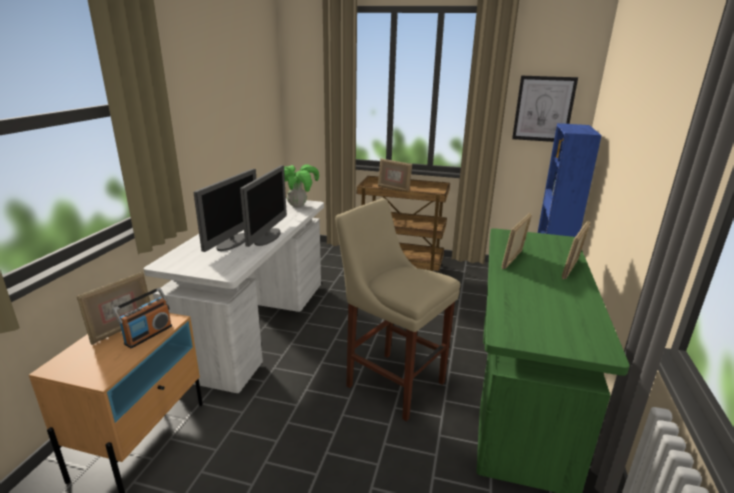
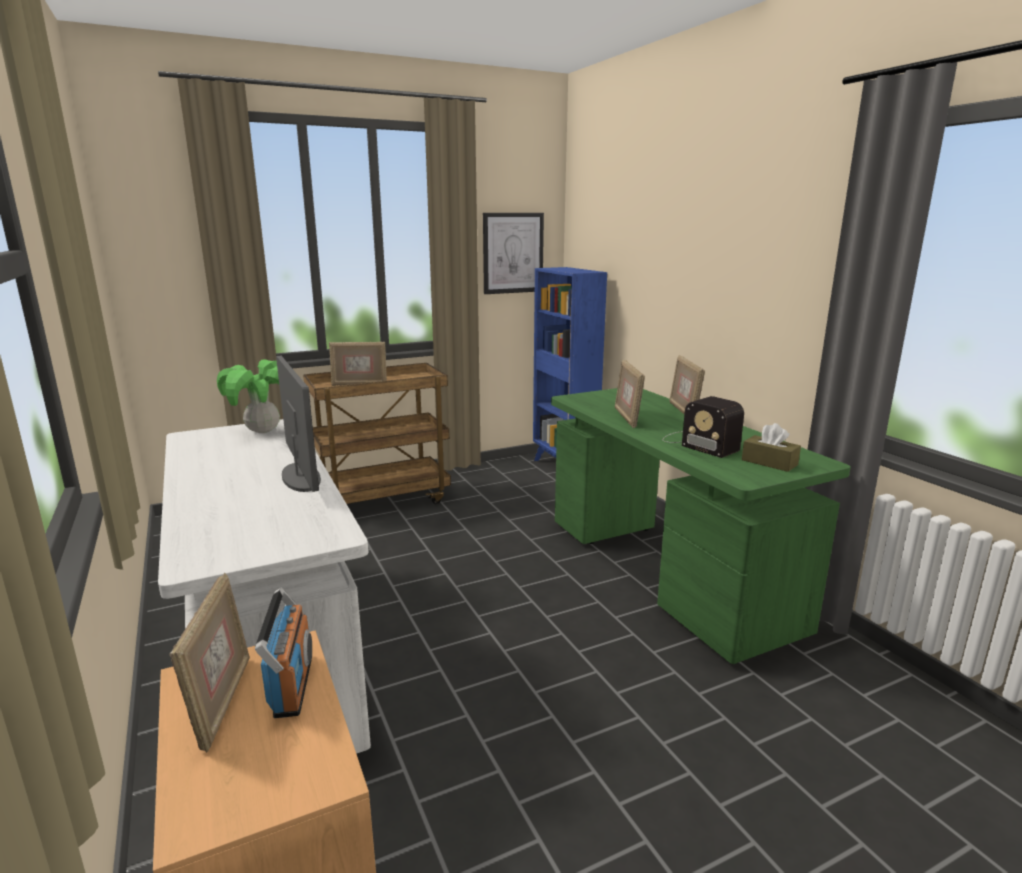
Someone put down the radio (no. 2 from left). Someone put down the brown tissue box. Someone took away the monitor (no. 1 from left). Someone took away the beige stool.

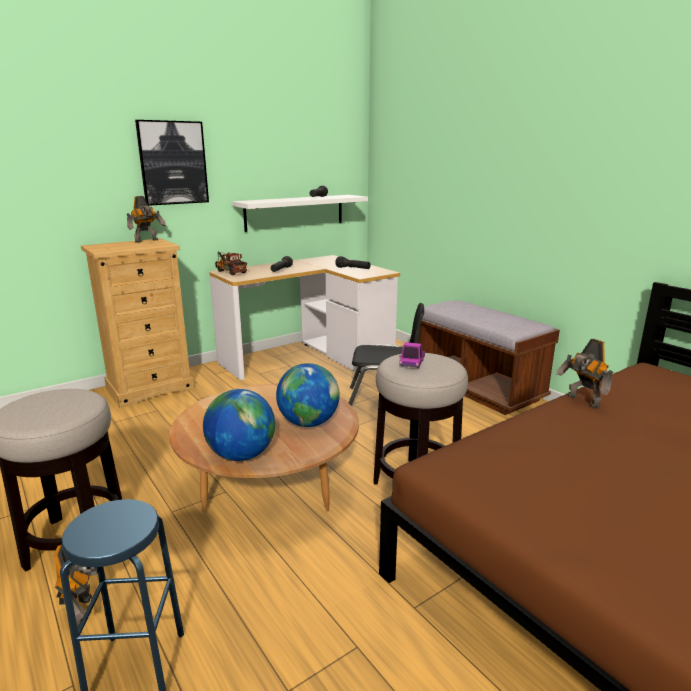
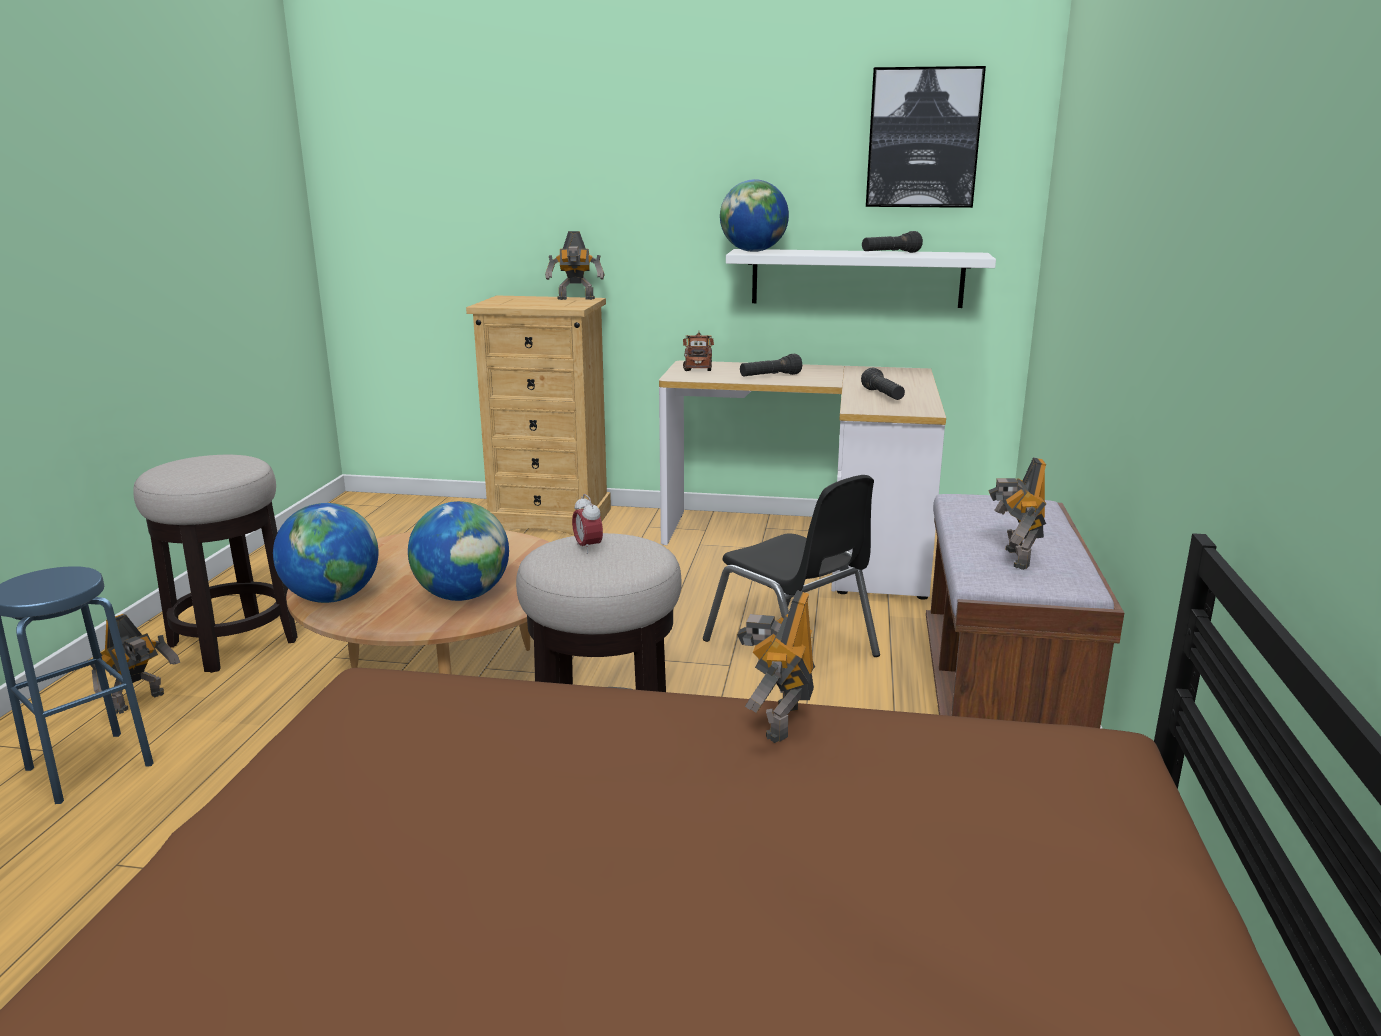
Someone swapped the toy truck (no. 2 from left) for the alarm clock. Someone put down the globe (no. 3 from left). Someone carried the picture. Someone put down the toy robot (no. 4 from left).

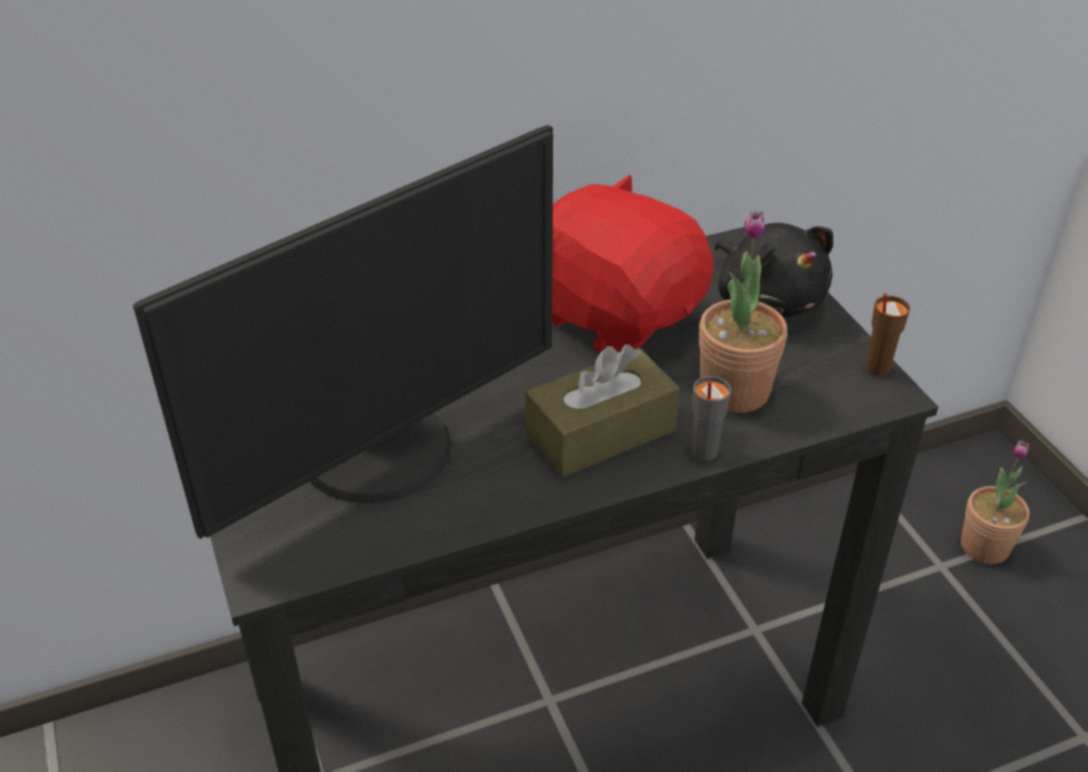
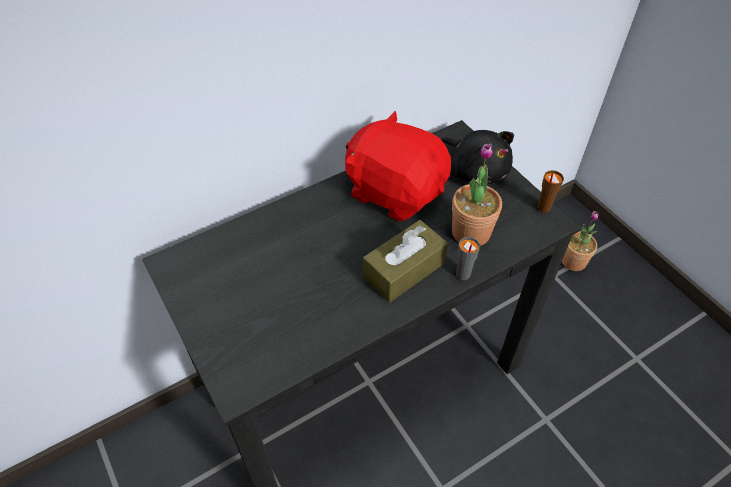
Someone took away the monitor.

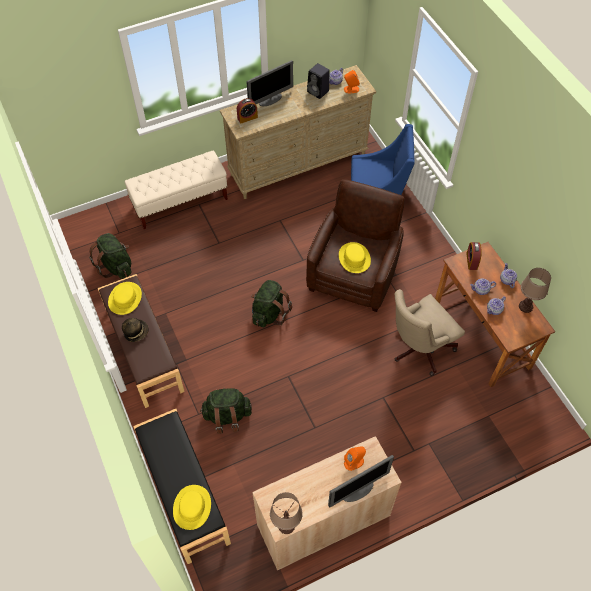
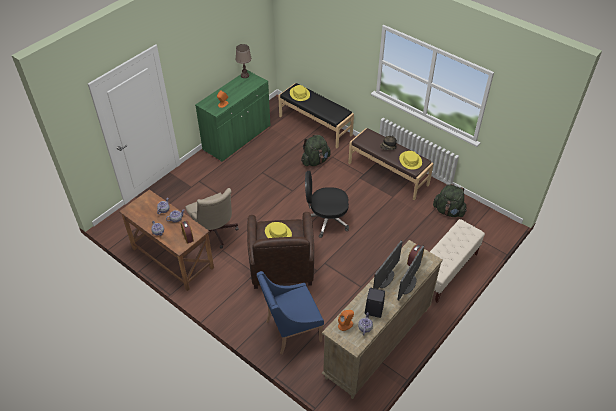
Someone rotated the beige office chair by 120 degrees clockwise. Someone repainted the beige cabinet, which became the green cabinet. Someone swapped the green backpack (no. 3 from left) for the black office chair. Someone carried the monitor (no. 2 from left in the first image). Someone took away the brown table lamp (no. 2 from left).

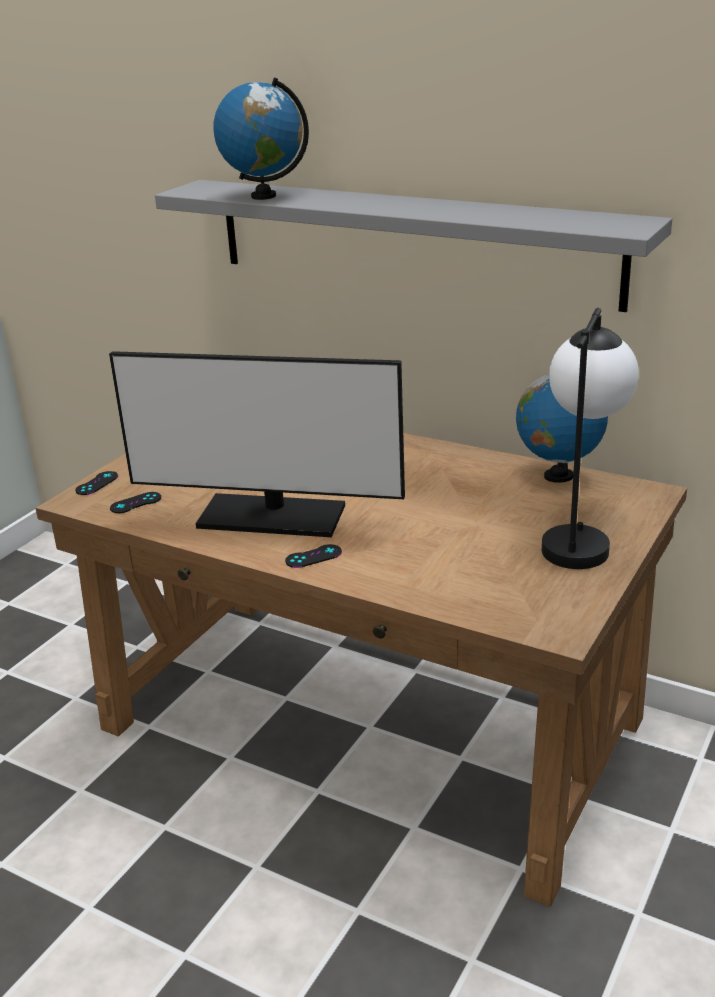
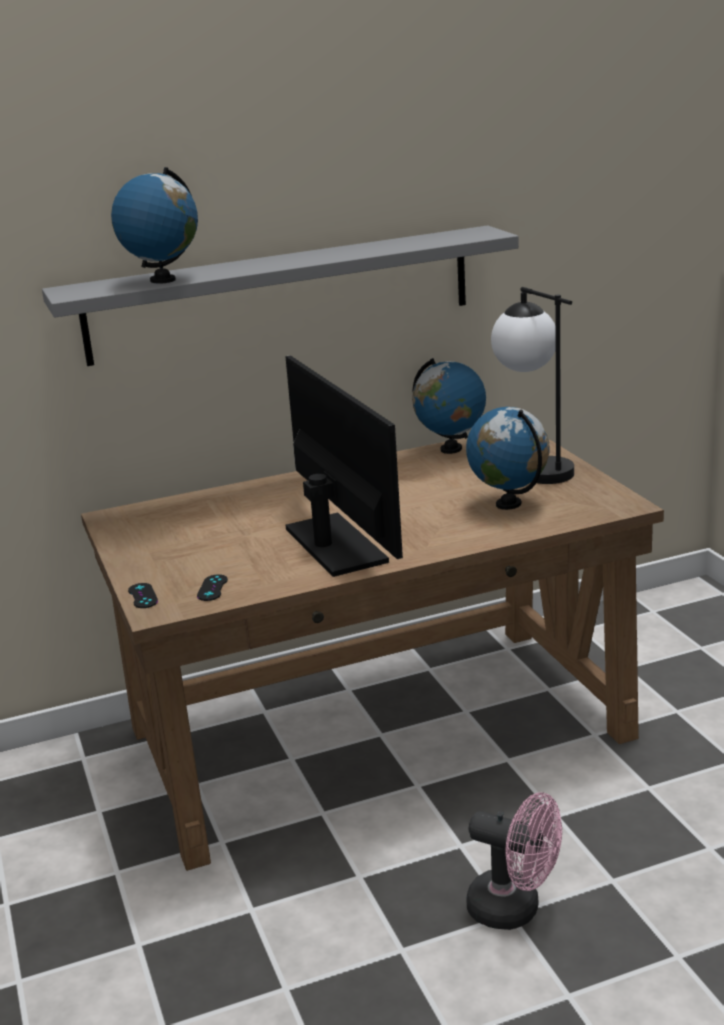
Someone rotated the monitor by 75 degrees counterclockwise. Someone put down the globe (no. 3 from left). Someone put down the pink fan. Someone took away the black game controller (no. 3 from left).

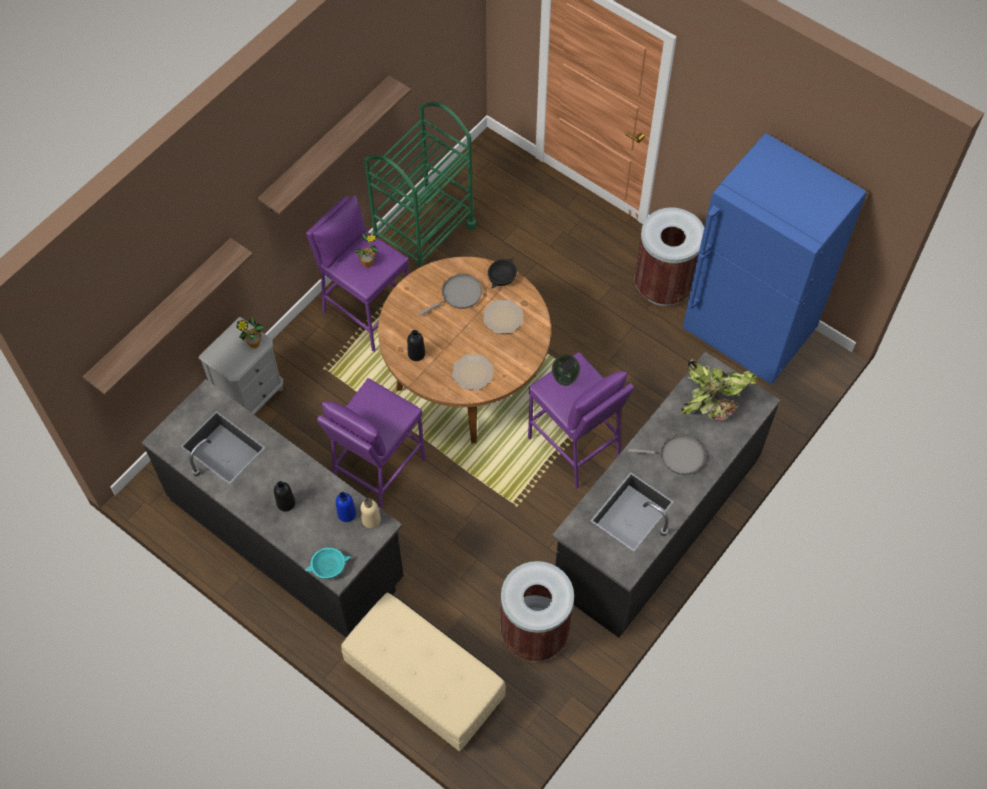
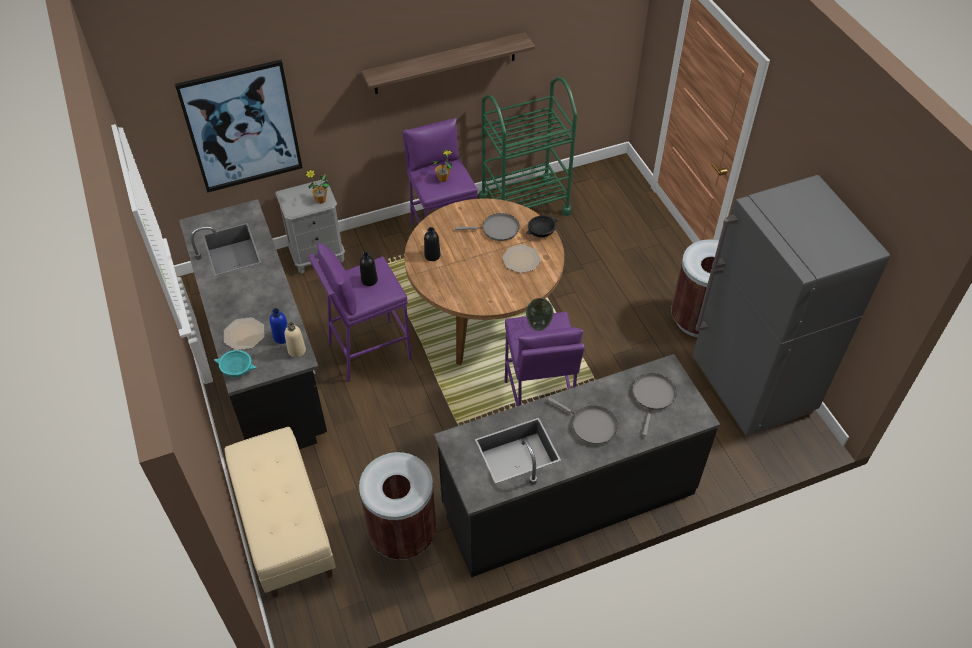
Someone swapped the shelf (no. 1 from left) for the picture. Someone carried the plate (no. 1 from left). Someone carried the black bottle (no. 1 from left). Someone swapped the potted plant (no. 3 from left) for the grey frying pan (no. 3 from left). Someone repainted the blue fridge, which became the grey fridge.

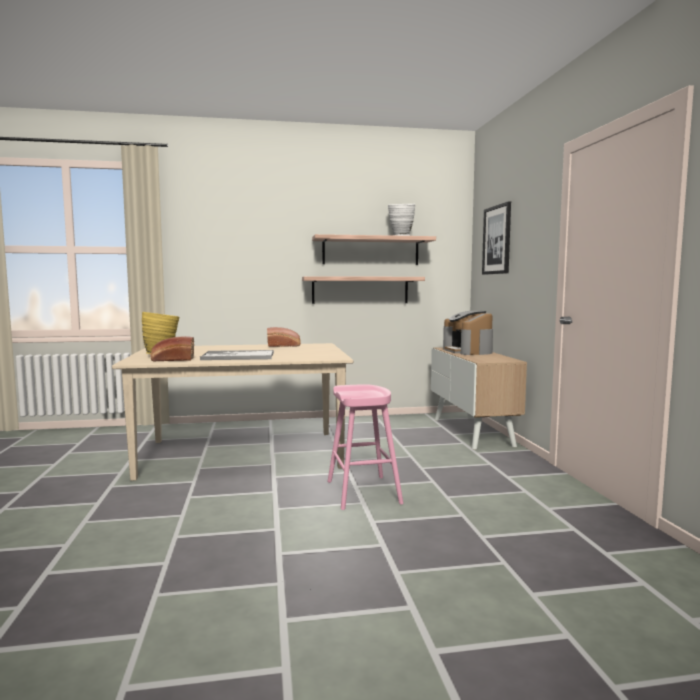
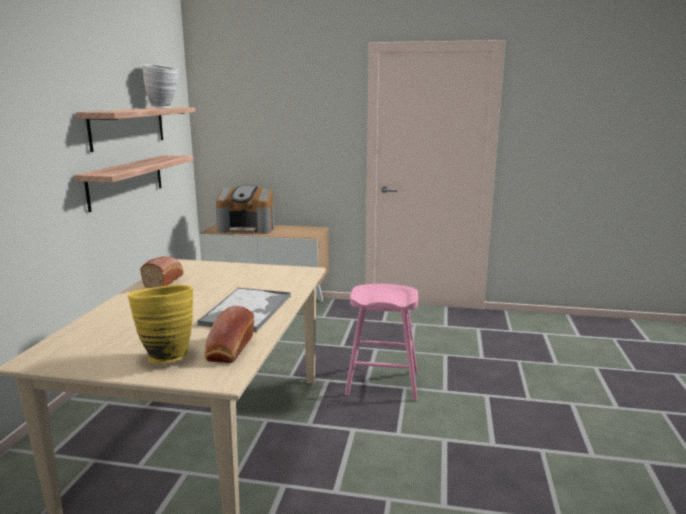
Someone took away the picture.

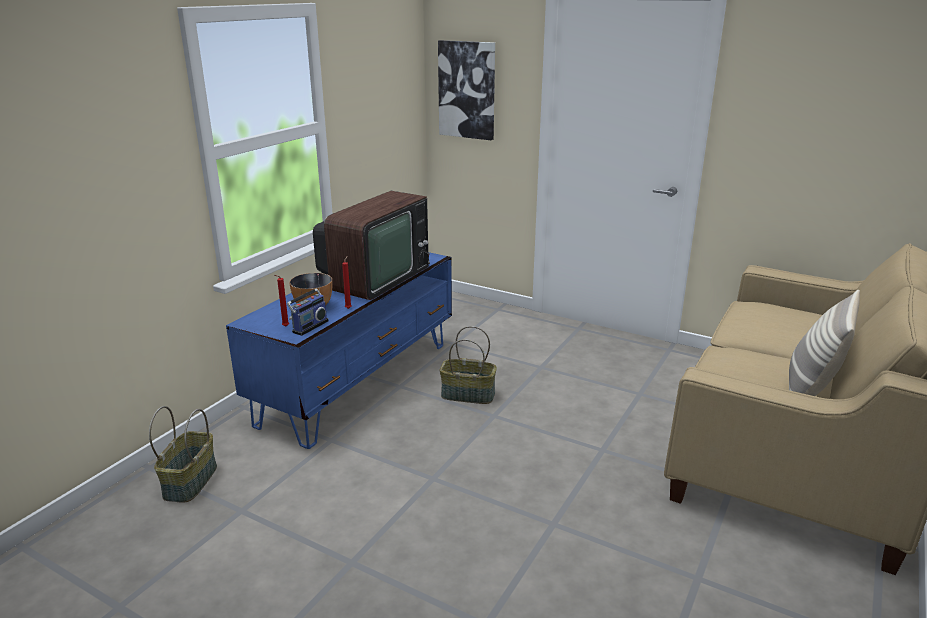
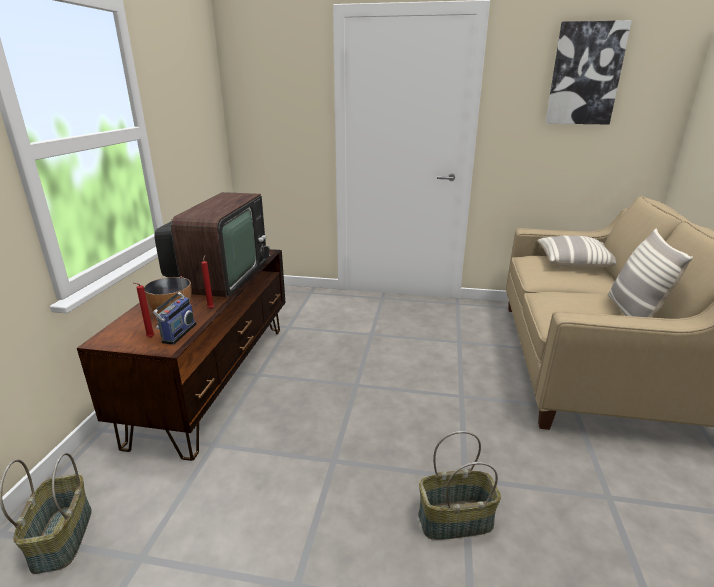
Someone repainted the blue tv stand, which became the brown tv stand. Someone carried the basket (no. 2 from left). Someone put down the pillow (no. 1 from left). Someone carried the picture.

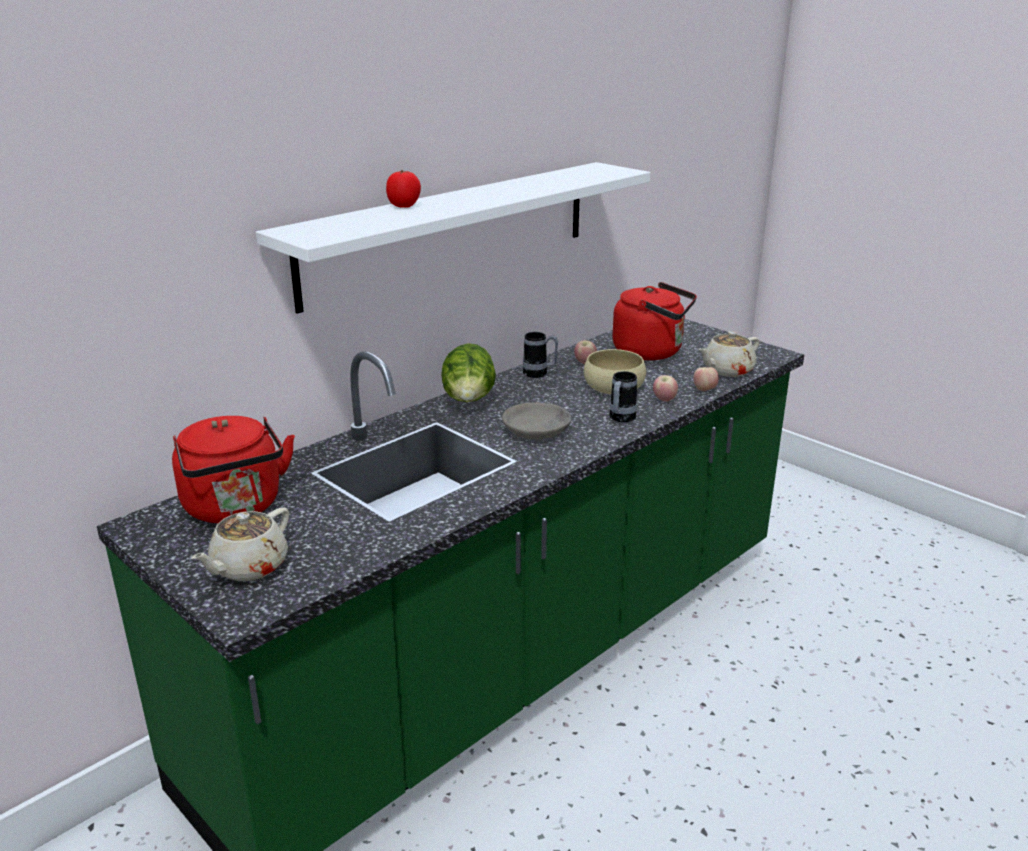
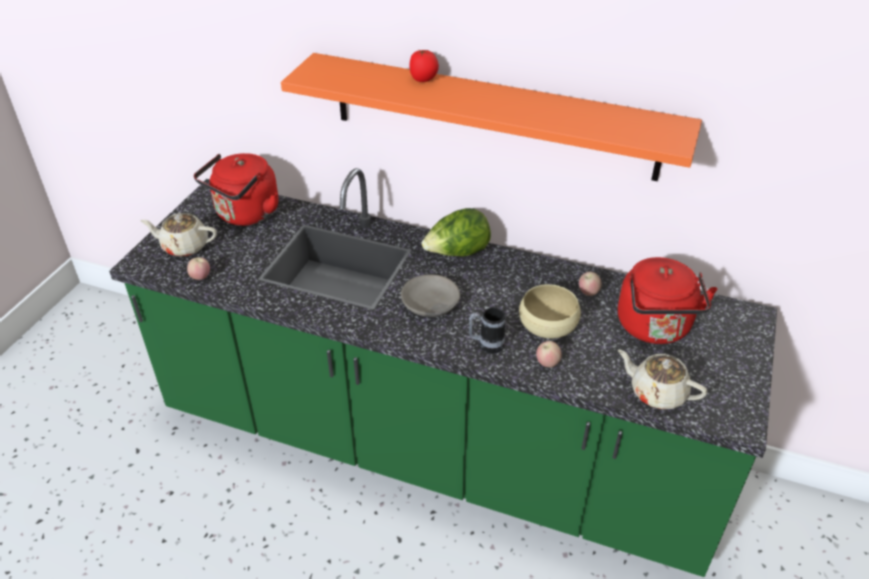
Someone carried the apple (no. 3 from left in the first image). Someone repainted the white shelf, which became the orange shelf. Someone took away the mug (no. 1 from left).

